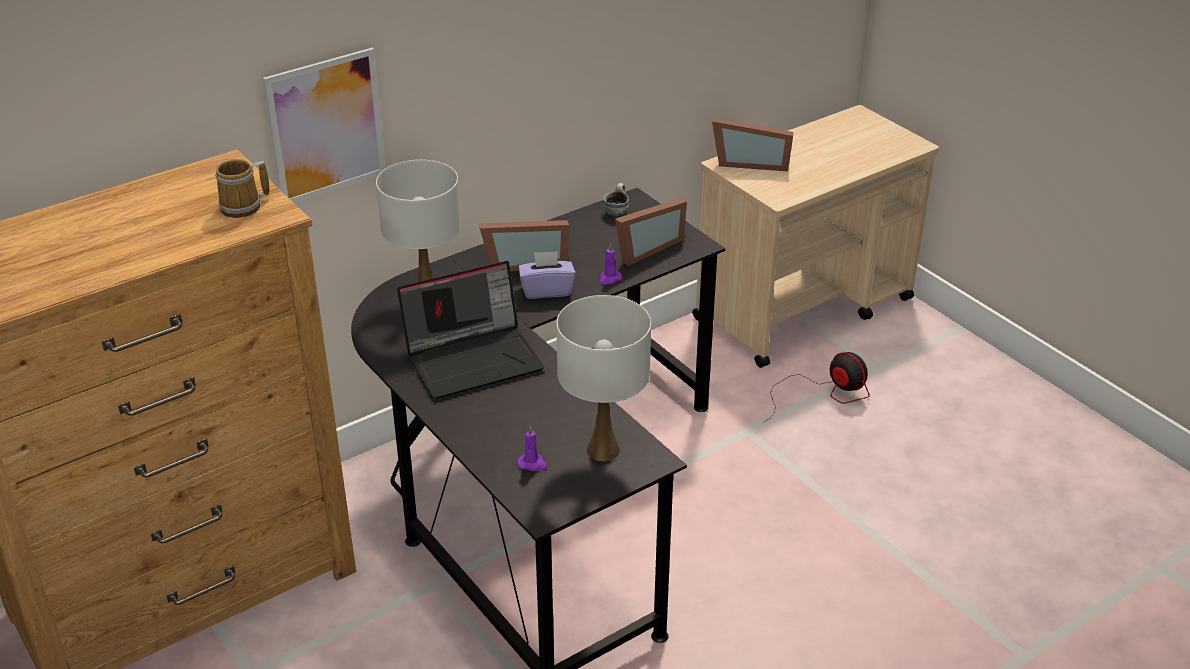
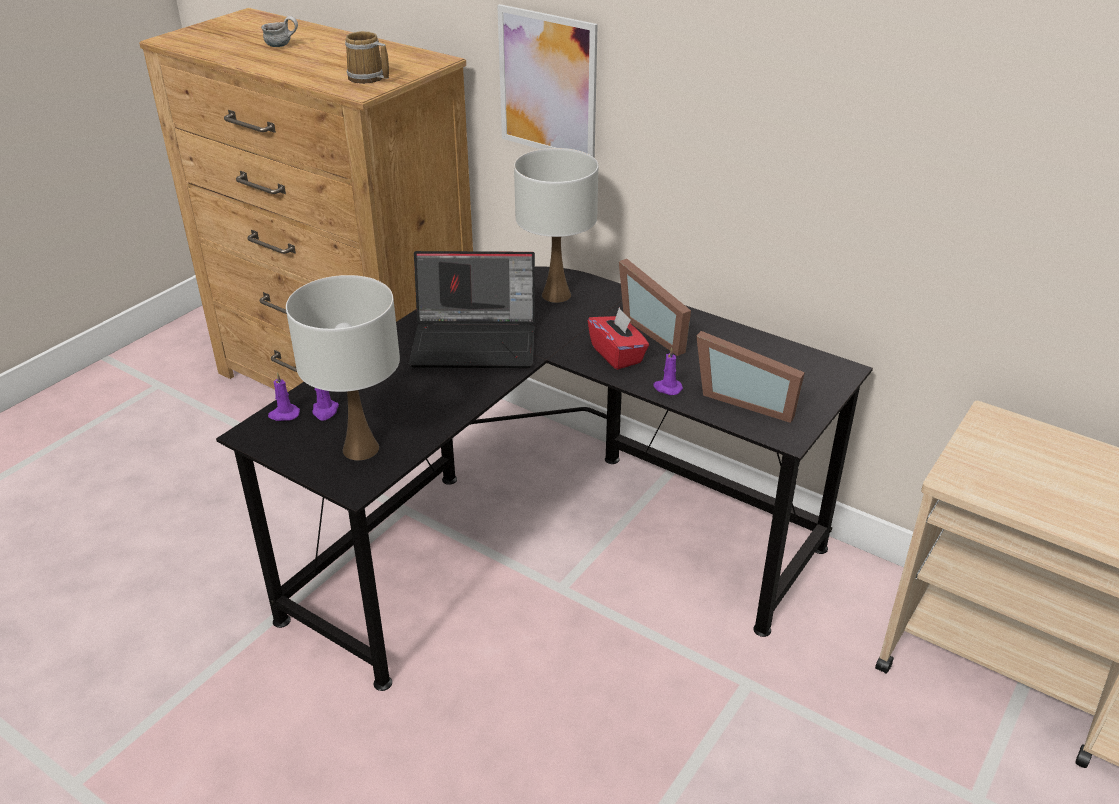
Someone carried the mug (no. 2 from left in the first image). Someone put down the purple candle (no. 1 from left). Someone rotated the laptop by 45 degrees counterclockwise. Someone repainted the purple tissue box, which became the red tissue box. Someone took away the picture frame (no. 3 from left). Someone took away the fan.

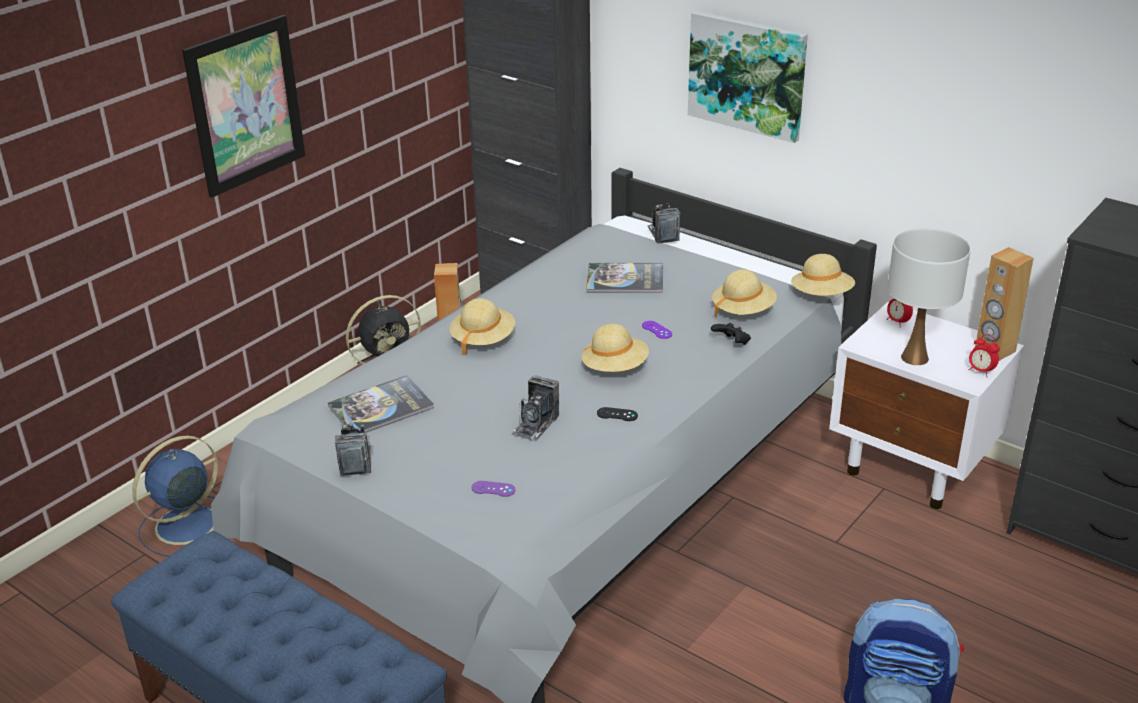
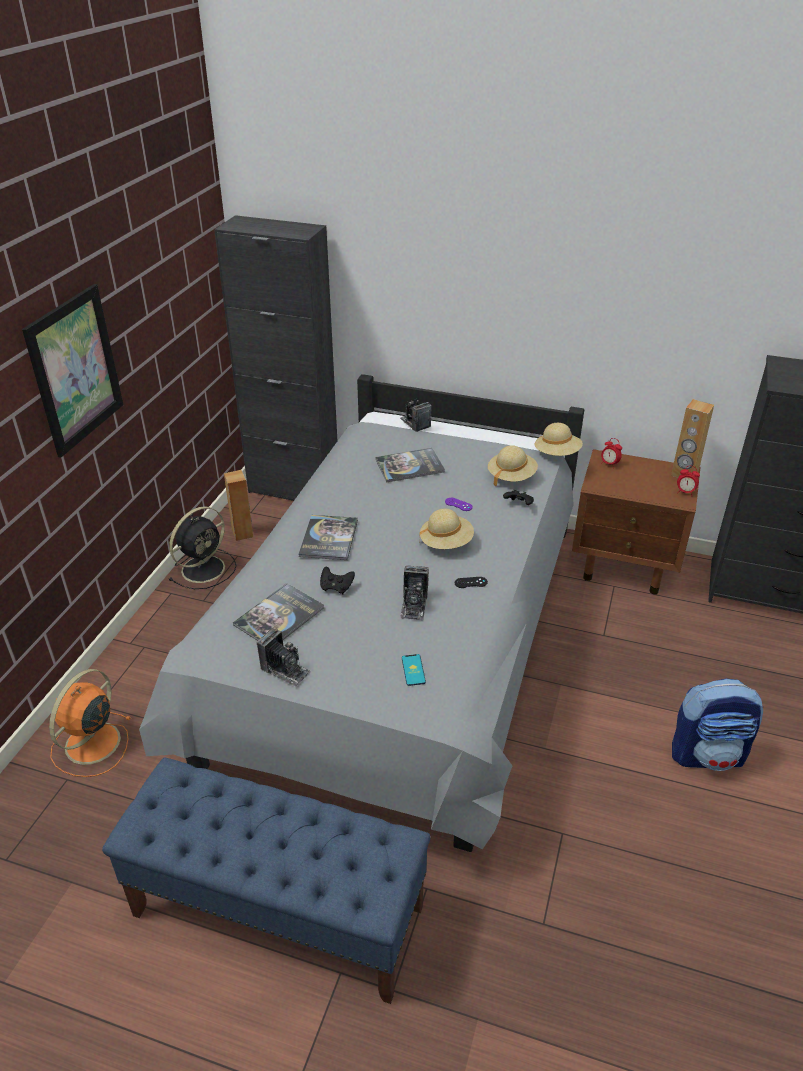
Someone repainted the blue fan, which became the orange fan. Someone rotated the photo camera (no. 1 from left) by 150 degrees clockwise. Someone swapped the beige hat (no. 1 from left) for the book (no. 2 from left). Someone put down the black game controller (no. 1 from left). Someone swapped the purple game controller (no. 1 from left) for the phone. Someone repainted the white nightstand, which became the brown nightstand. Someone took away the picture (no. 2 from left). Someone took away the white table lamp.

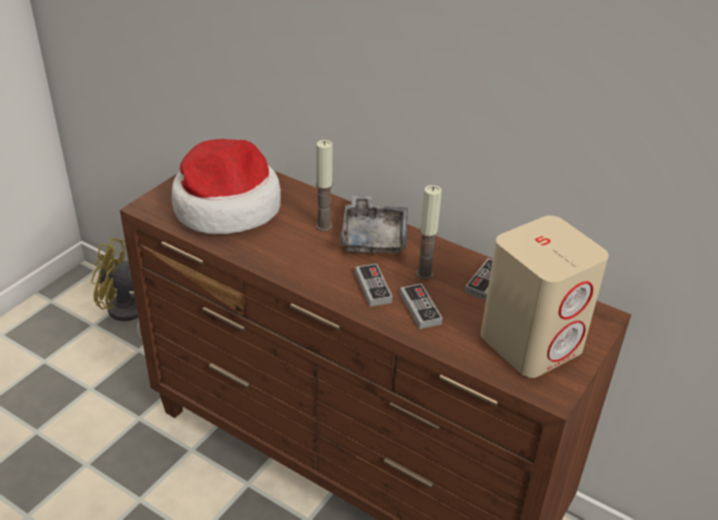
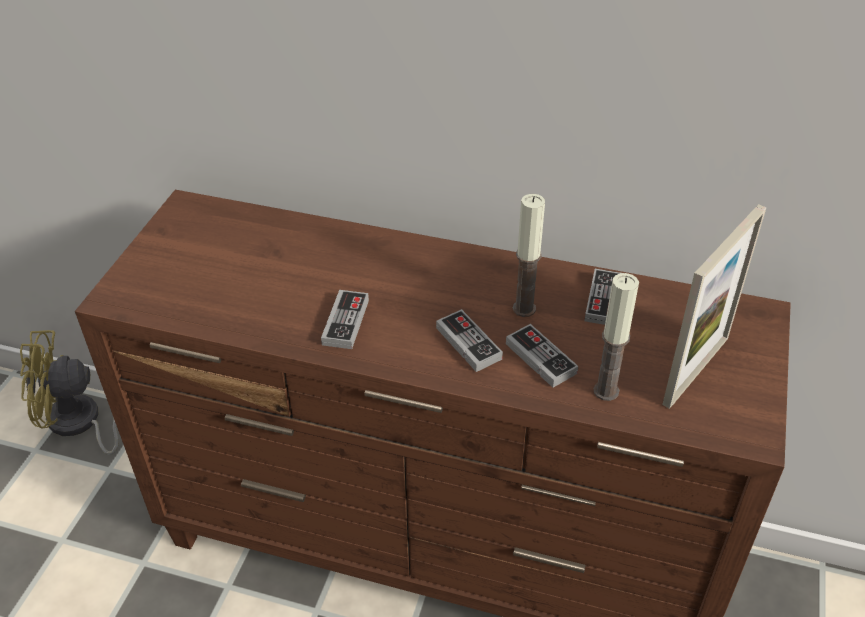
Someone put down the game controller (no. 1 from left). Someone carried the candle (no. 1 from left in the first image). Someone swapped the beige speaker for the picture frame. Someone took away the hat. Someone took away the grey tray.

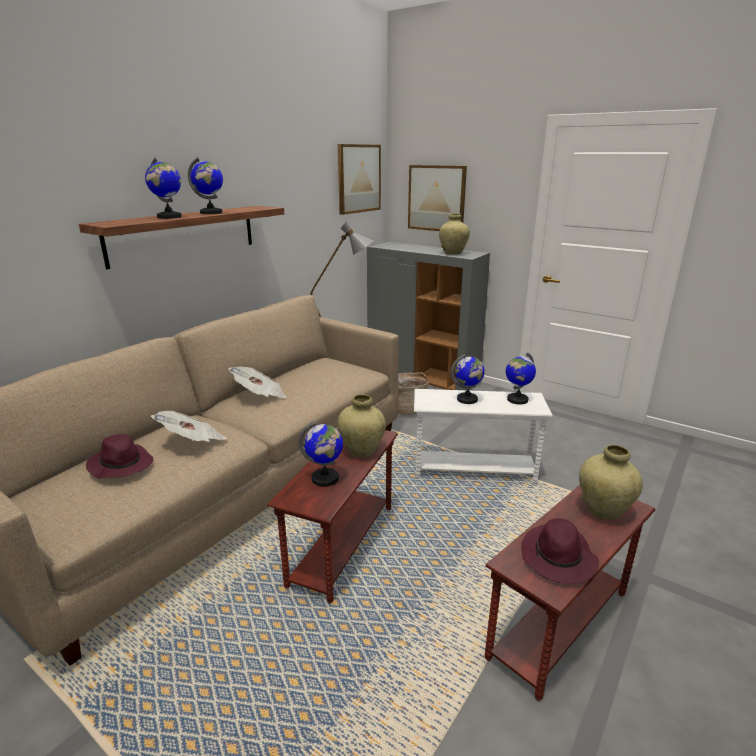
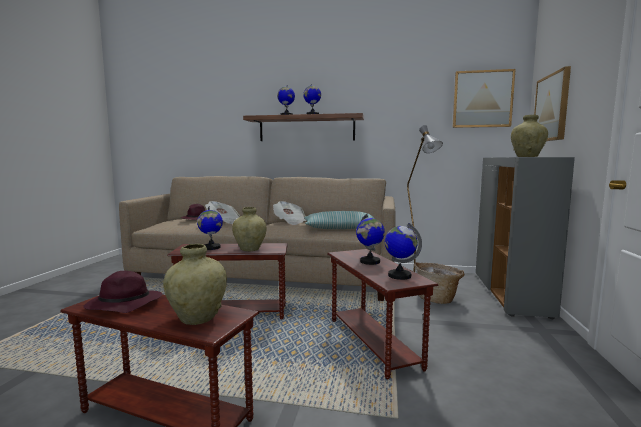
Someone put down the pillow. Someone repainted the white side table, which became the brown side table (no. 3 from left).

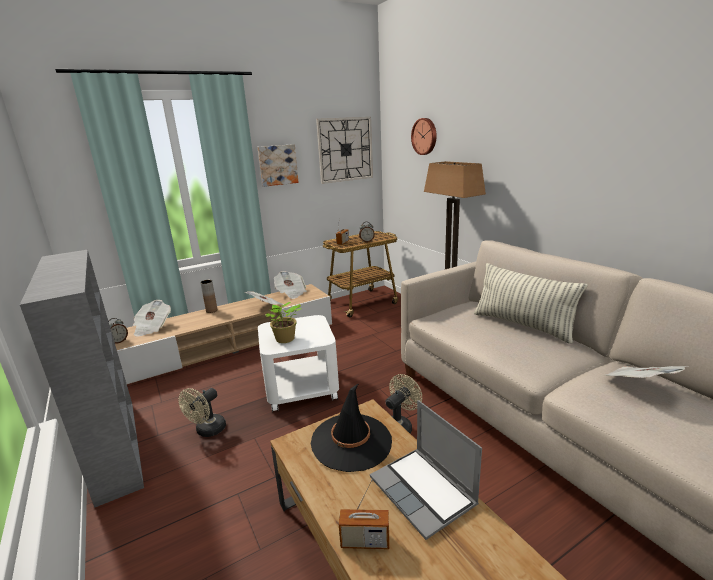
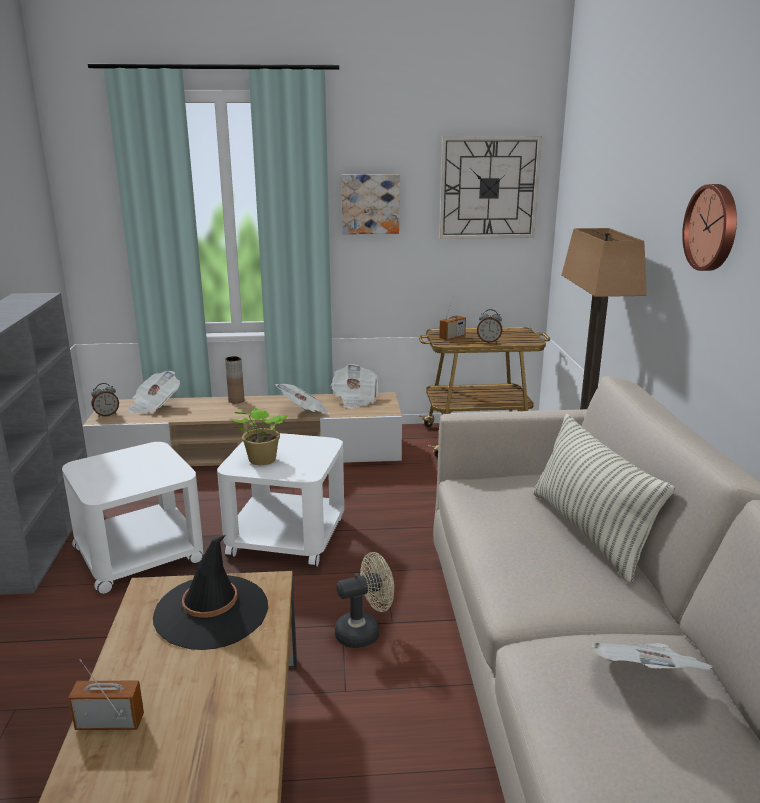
Someone swapped the beige fan (no. 1 from left) for the white side table (no. 1 from left). Someone rotated the radio (no. 2 from left in the first image) by 150 degrees clockwise. Someone carried the wall clock (no. 2 from left). Someone took away the laptop.

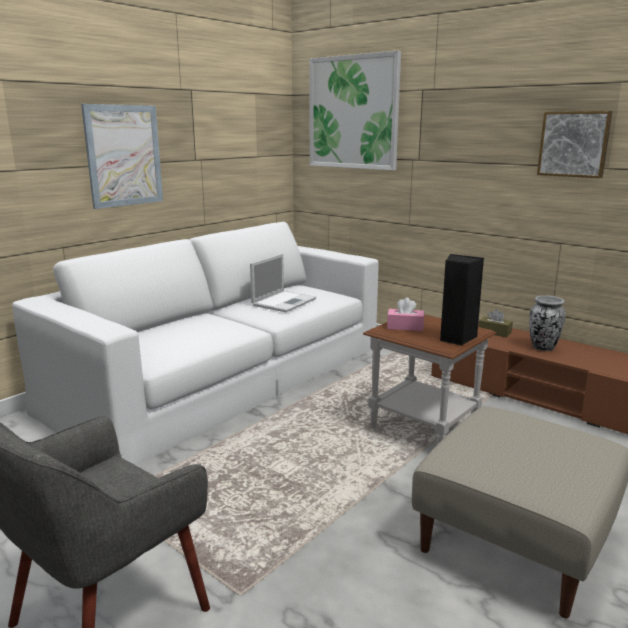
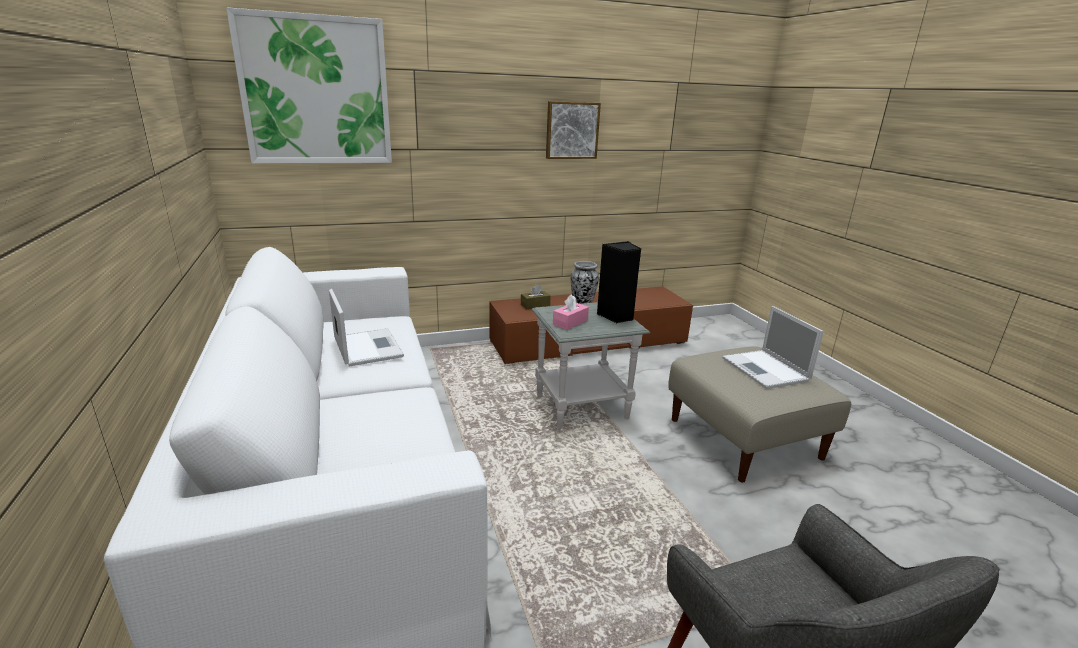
Someone repainted the brown side table, which became the grey side table. Someone put down the laptop (no. 2 from left). Someone took away the picture (no. 1 from left).

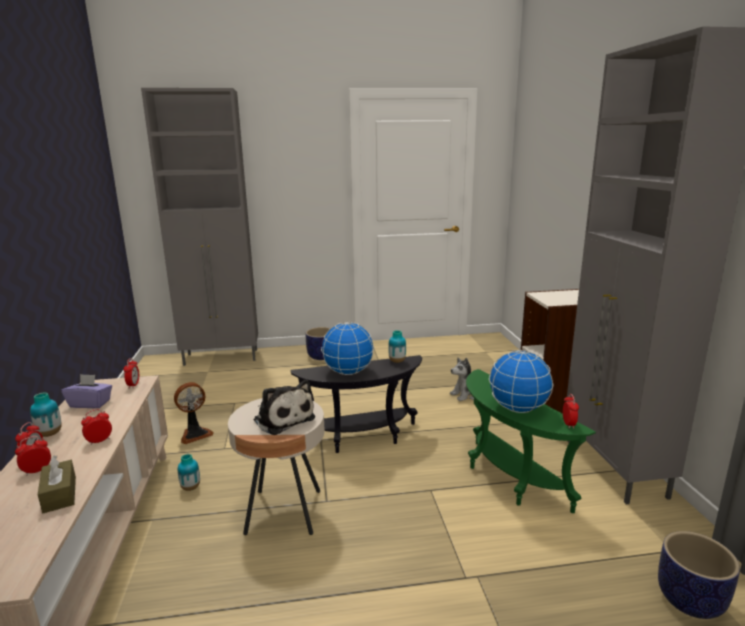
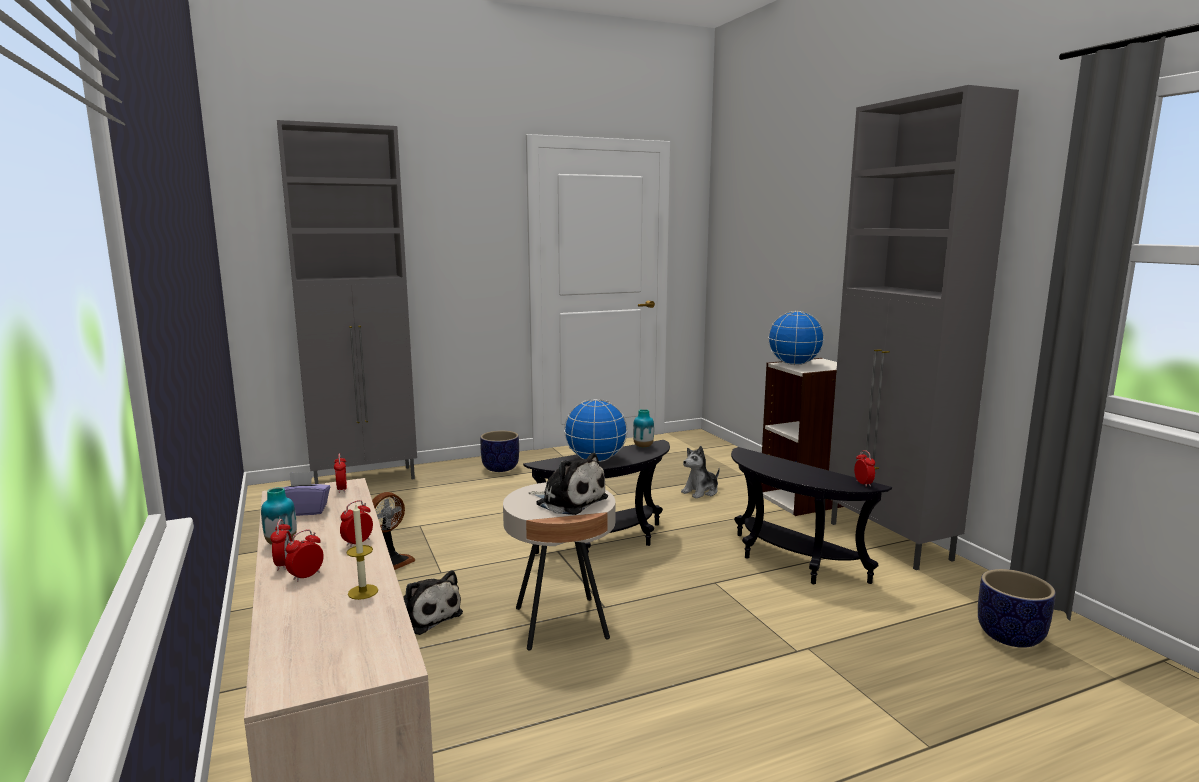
Someone swapped the brown tissue box for the candle. Someone swapped the vase (no. 2 from left) for the plush toy (no. 1 from left). Someone repainted the green side table, which became the black side table (no. 2 from left). Someone carried the globe (no. 2 from left).

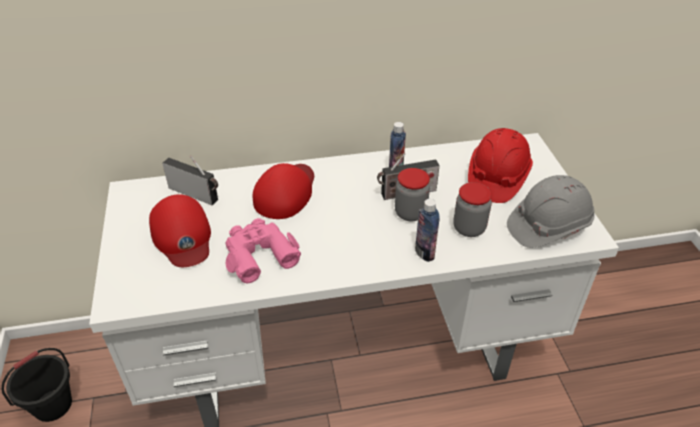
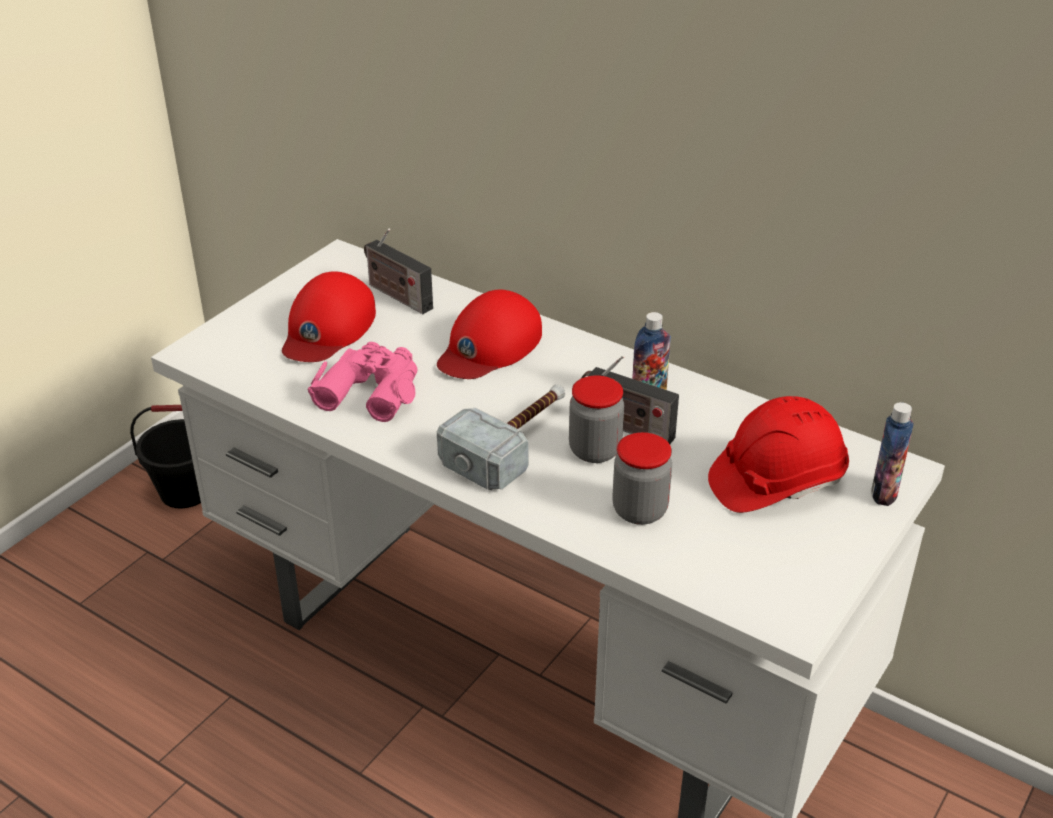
Someone rotated the radio (no. 1 from left) by 150 degrees clockwise. Someone rotated the red cap (no. 2 from left) by 150 degrees clockwise. Someone put down the hammer. Someone carried the bottle (no. 2 from left). Someone took away the grey hard hat.

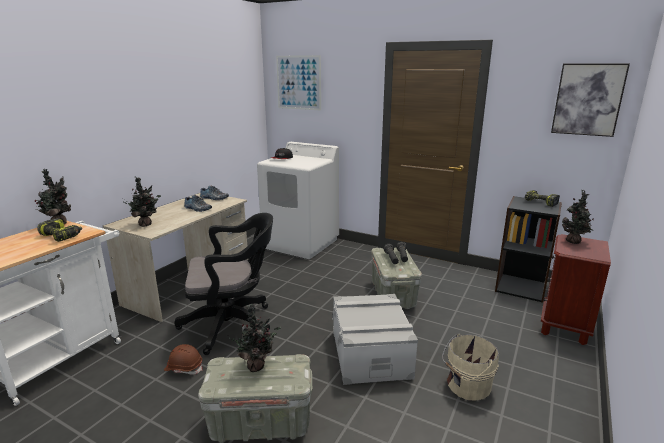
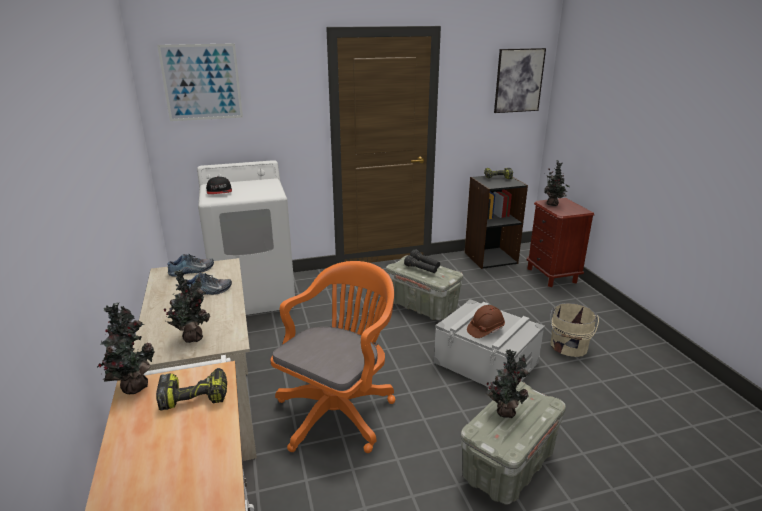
Someone repainted the black office chair, which became the orange office chair. Someone carried the brown hard hat.

